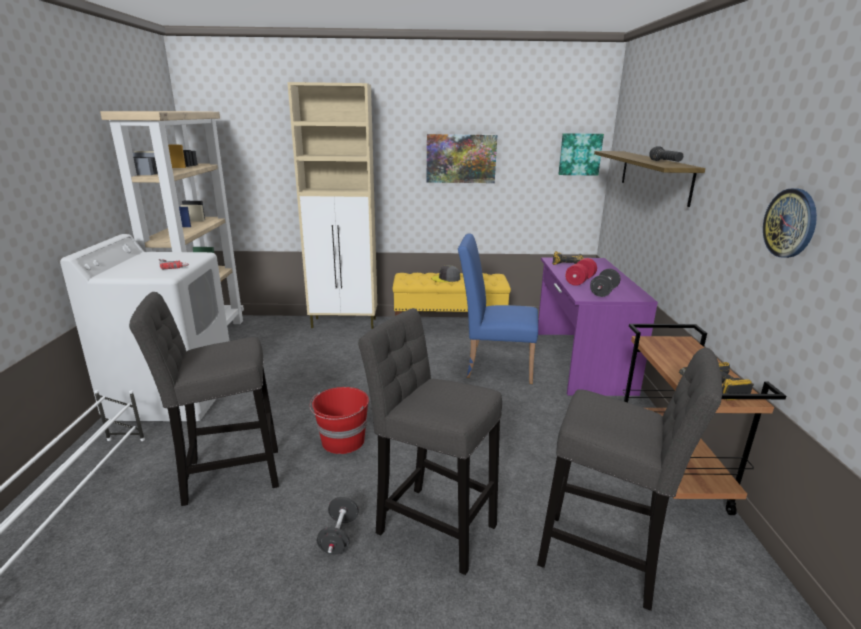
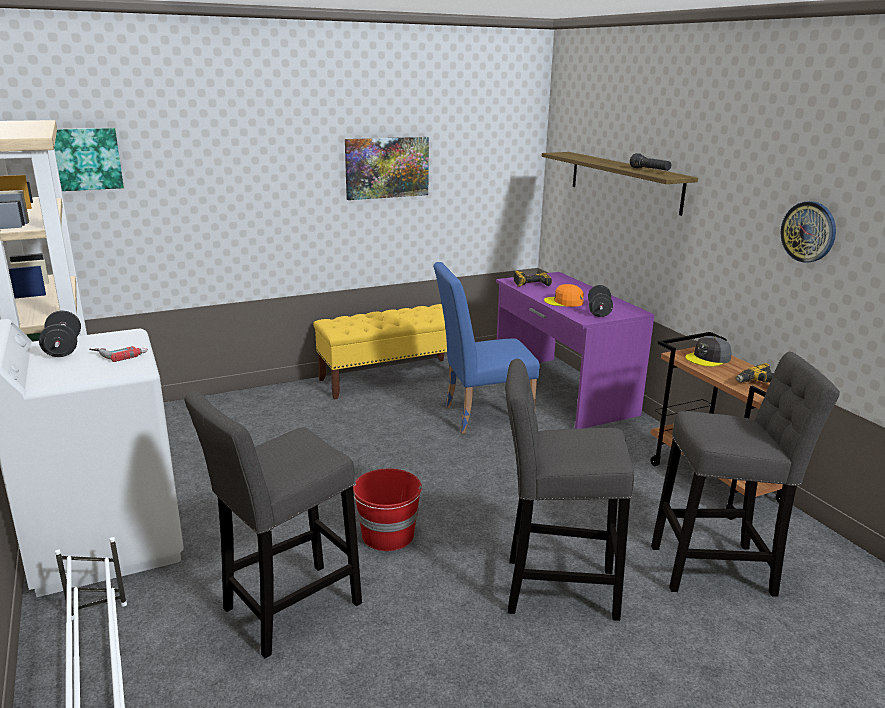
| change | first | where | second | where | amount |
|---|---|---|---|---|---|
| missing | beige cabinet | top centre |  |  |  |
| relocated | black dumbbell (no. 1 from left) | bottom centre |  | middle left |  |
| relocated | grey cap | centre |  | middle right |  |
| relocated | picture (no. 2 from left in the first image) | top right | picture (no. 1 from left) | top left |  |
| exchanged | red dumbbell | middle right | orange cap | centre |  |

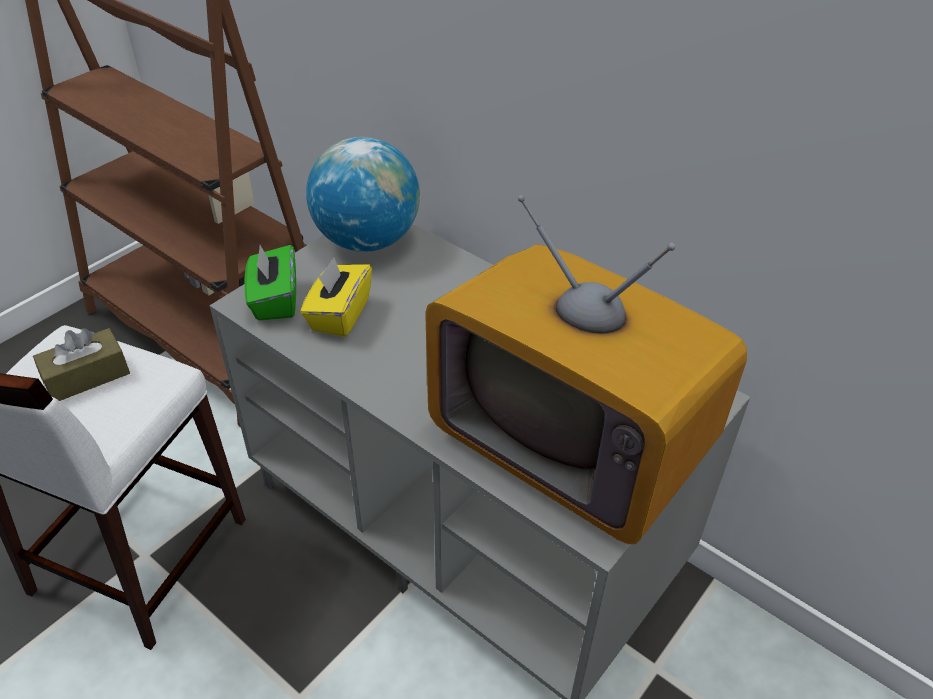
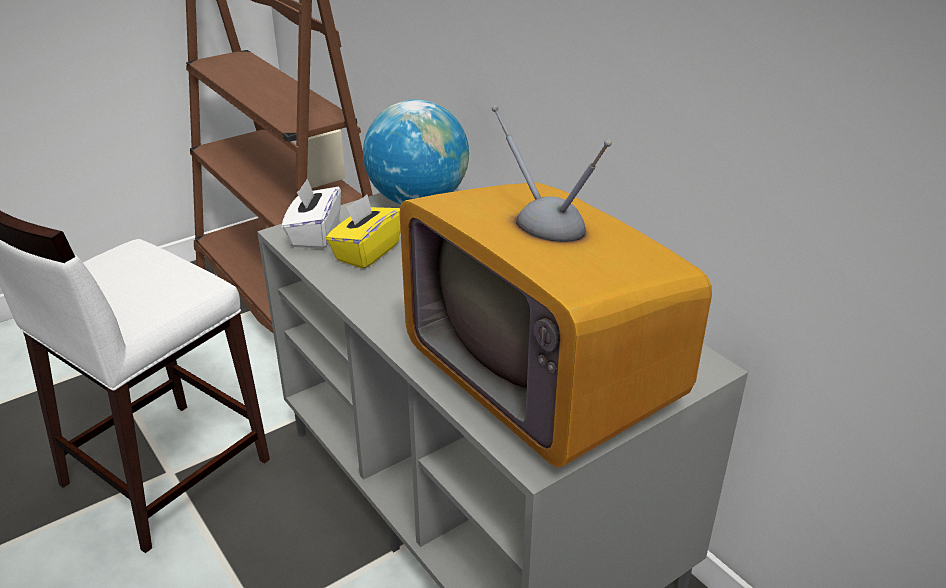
| change | first | where | second | where | amount |
|---|---|---|---|---|---|
| missing | brown tissue box | middle left |  |  |  |
| colour | green tissue box | middle left | white tissue box | middle left |  |

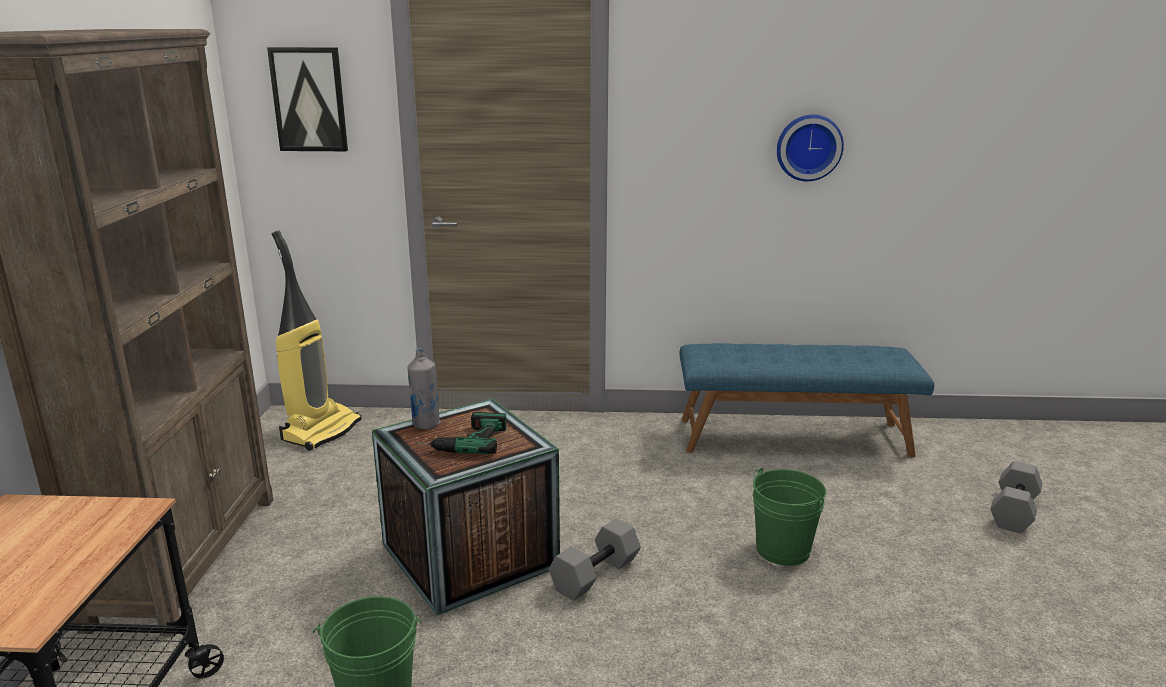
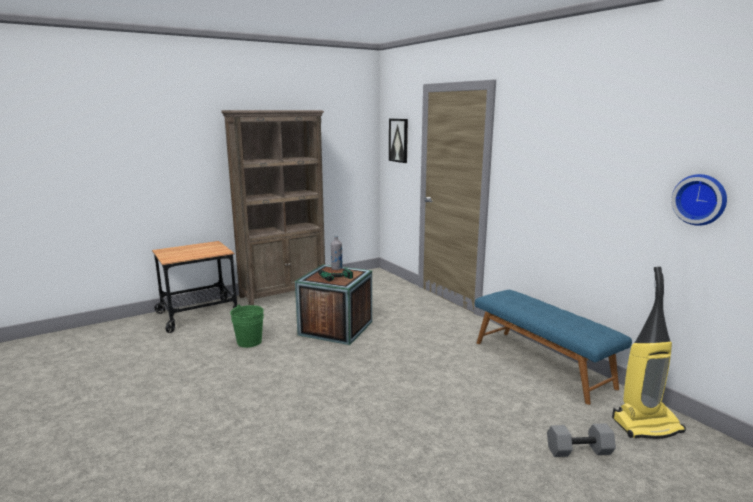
| change | first | where | second | where | amount |
|---|---|---|---|---|---|
| missing | grey dumbbell (no. 1 from left) | bottom centre |  |  |  |
| missing | green bucket (no. 2 from left) | bottom right |  |  |  |
| relocated | vacuum cleaner | middle left |  | bottom right |  |
| relocated | wall clock | top right |  | middle right |  |

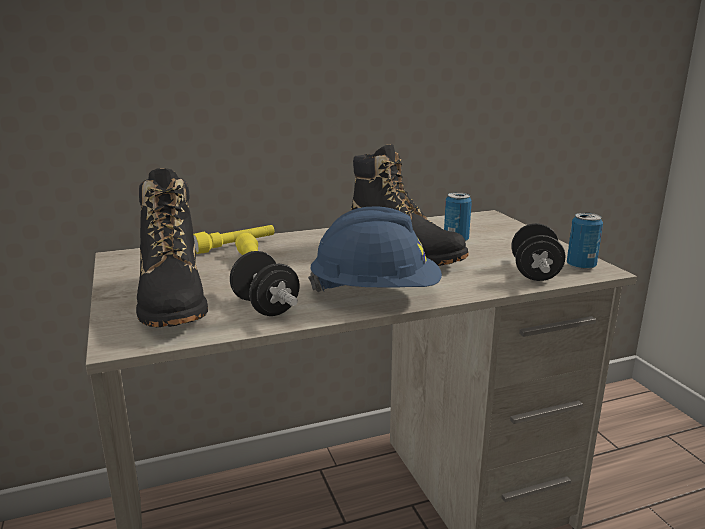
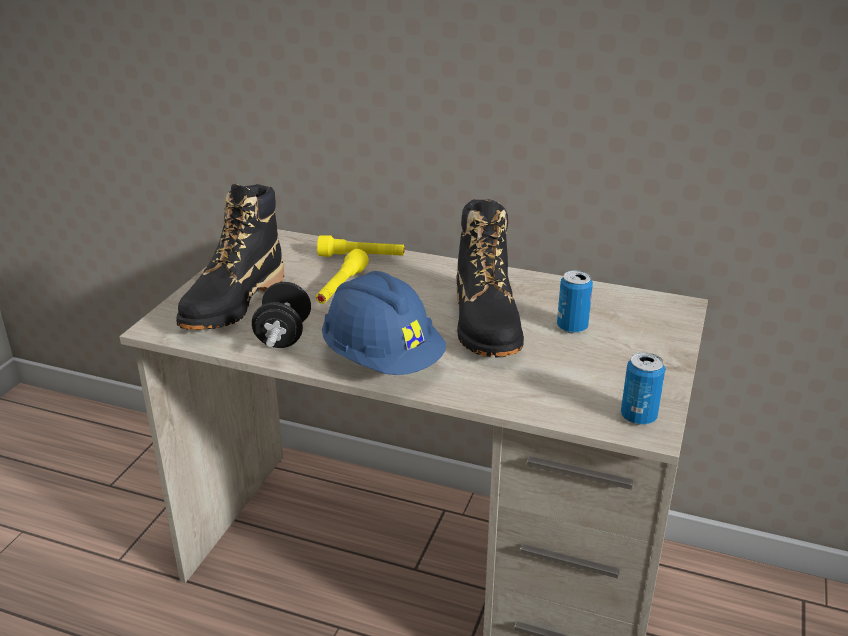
| change | first | where | second | where | amount |
|---|---|---|---|---|---|
| missing | black dumbbell (no. 2 from left) | middle right |  |  |  |

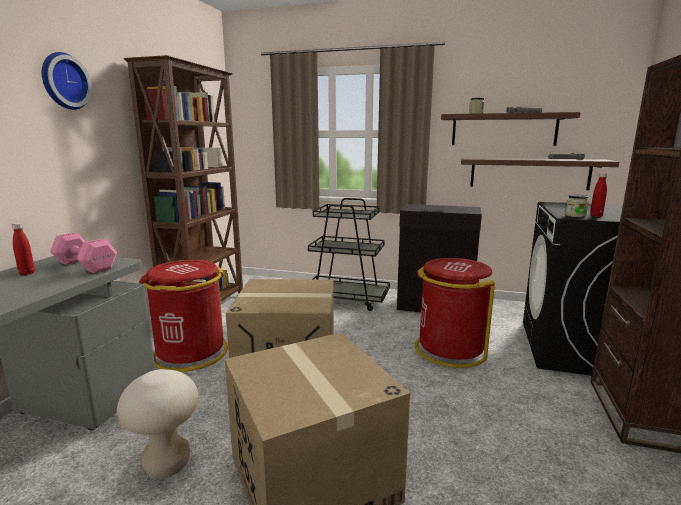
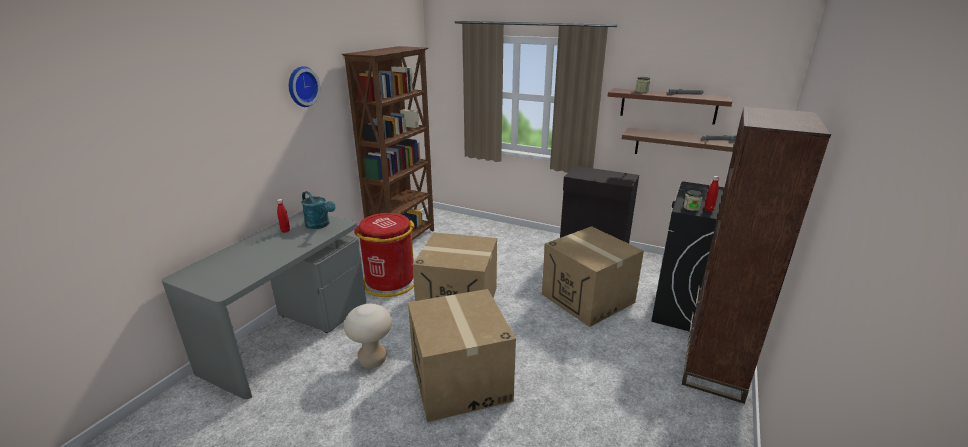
| change | first | where | second | where | amount |
|---|---|---|---|---|---|
| missing | black cart | centre |  |  |  |
| exchanged | pink dumbbell | middle left | turquoise watering can | middle left |  |
| exchanged | red trash can (no. 2 from left) | middle right | cardboard box (no. 3 from left) | centre |  |

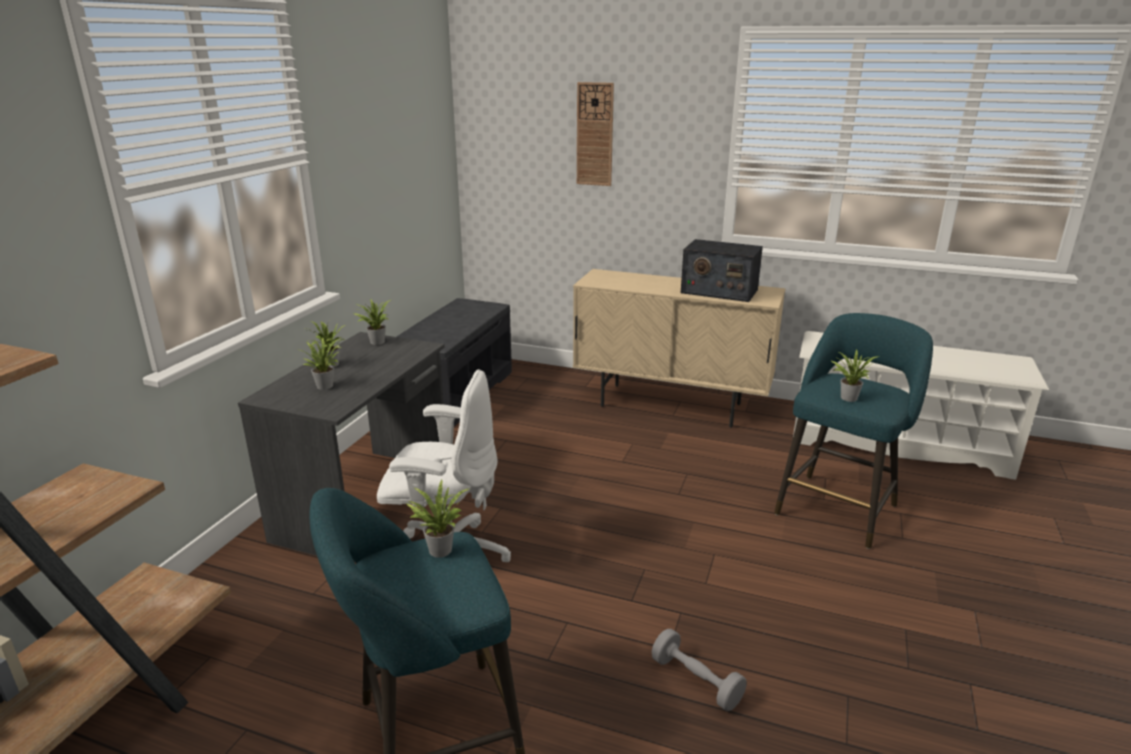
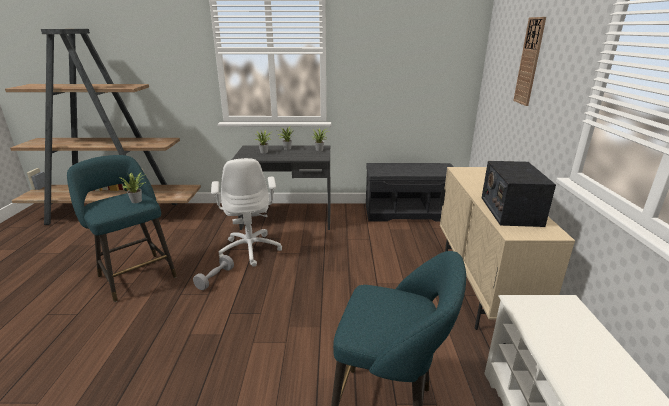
| change | first | where | second | where | amount |
|---|---|---|---|---|---|
| missing | potted plant (no. 5 from left) | middle right |  |  |  |
| relocated | grey dumbbell | bottom centre |  | bottom left |  |

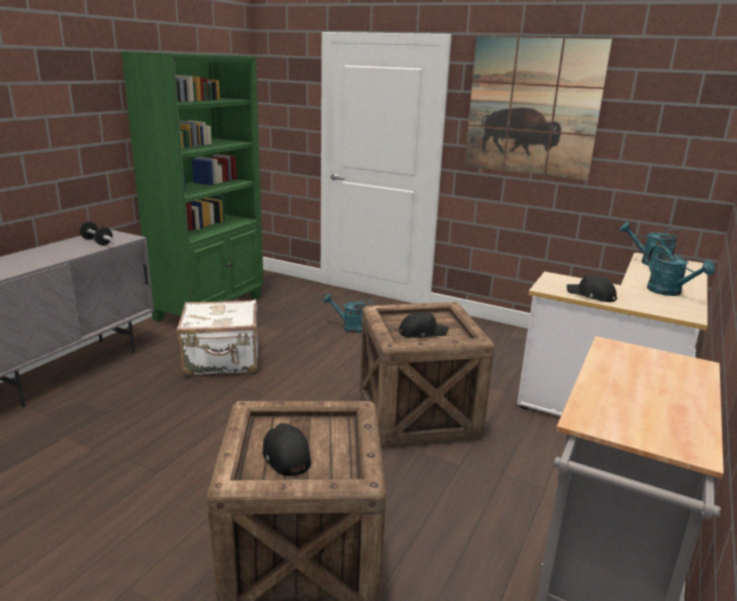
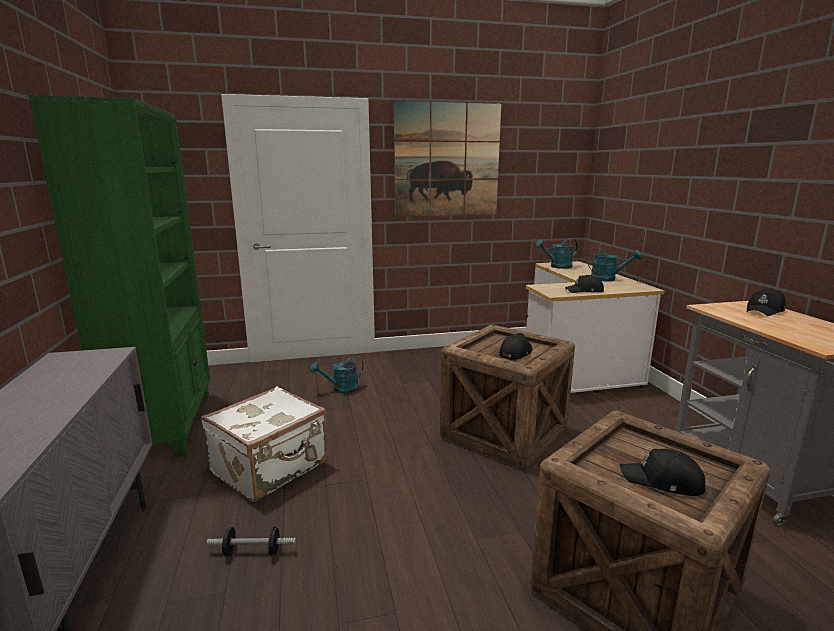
| change | first | where | second | where | amount |
|---|---|---|---|---|---|
| appeared |  |  | black cap (no. 4 from left) | middle right |  |
| relocated | dumbbell | middle left |  | bottom left |  |

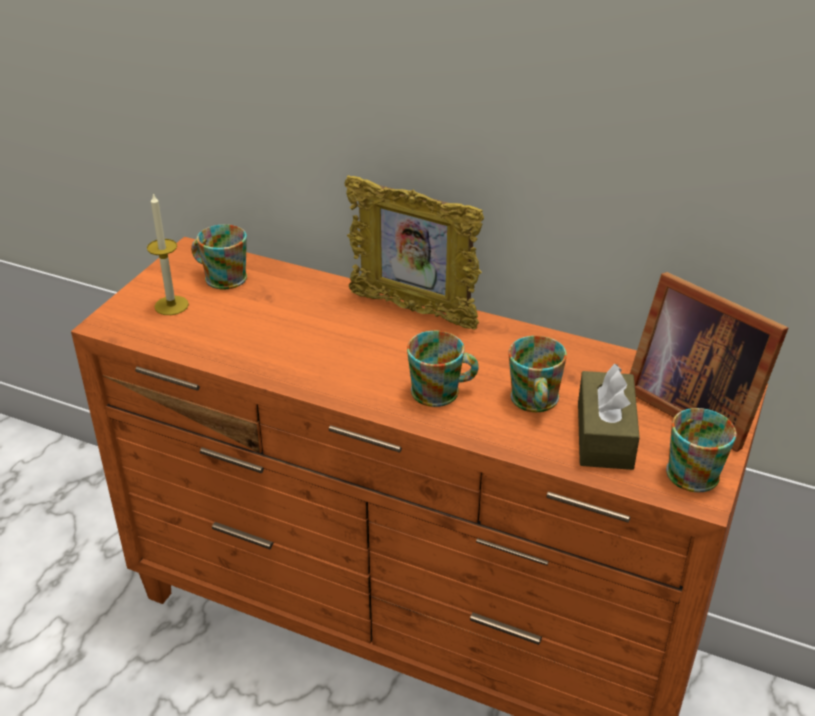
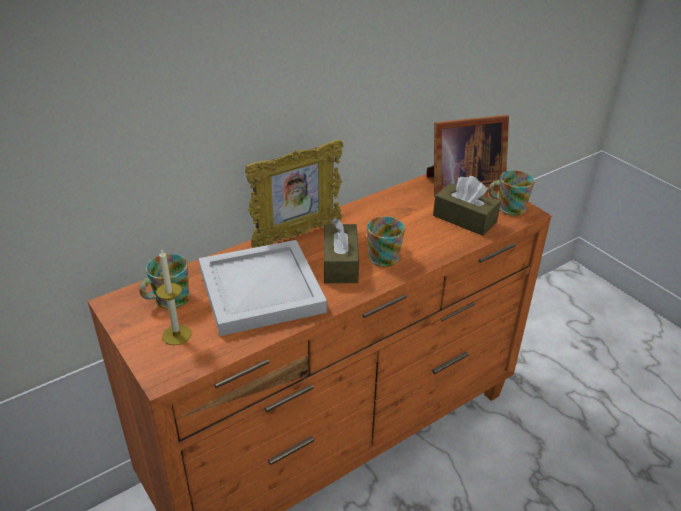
| change | first | where | second | where | amount |
|---|---|---|---|---|---|
| missing | mug (no. 3 from left) | centre |  |  |  |
| appeared |  |  | white tray | centre |  |
| appeared |  |  | brown tissue box (no. 1 from left) | centre |  |

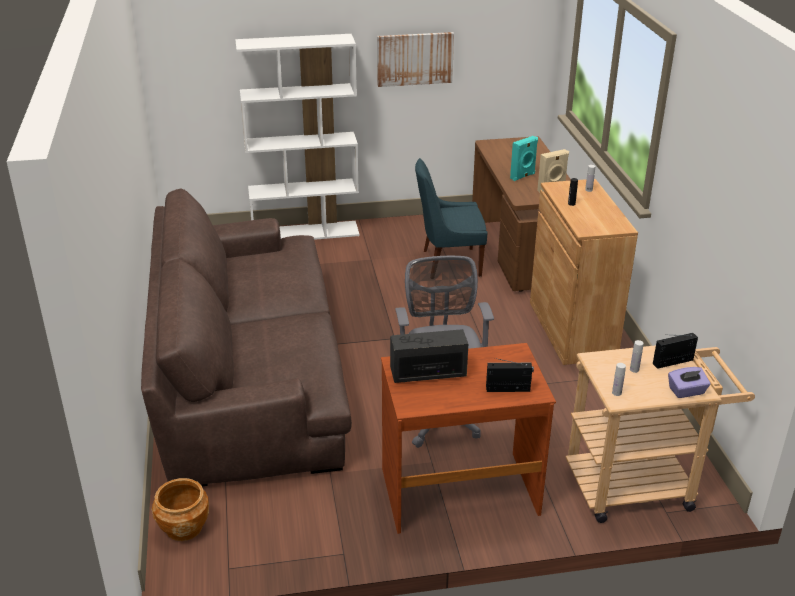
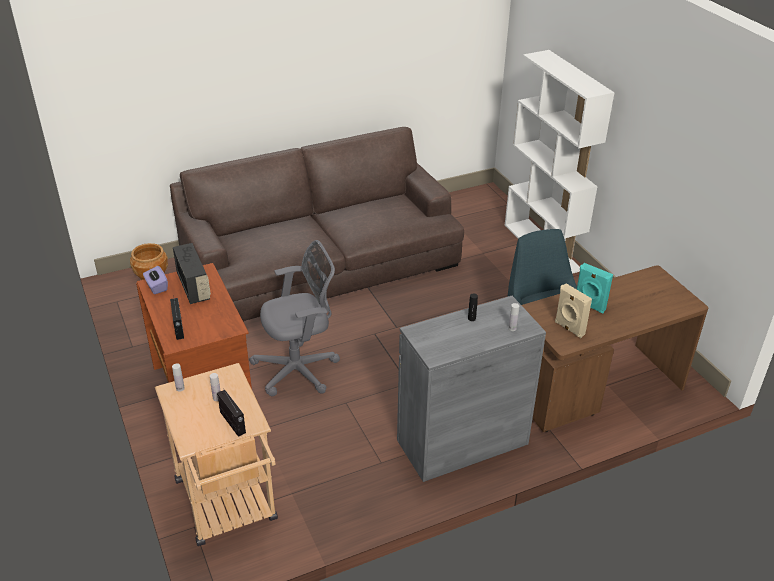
| change | first | where | second | where | amount |
|---|---|---|---|---|---|
| missing | picture | top centre |  |  |  |
| relocated | purple tissue box | middle right |  | middle left |  |
| colour | brown cabinet | middle right | grey cabinet | bottom centre |  |

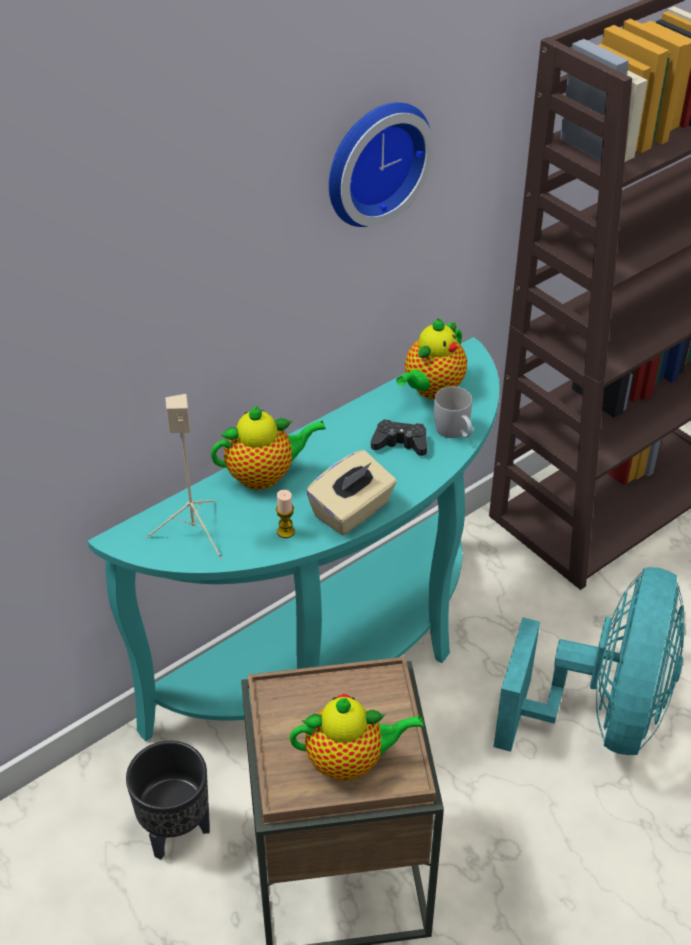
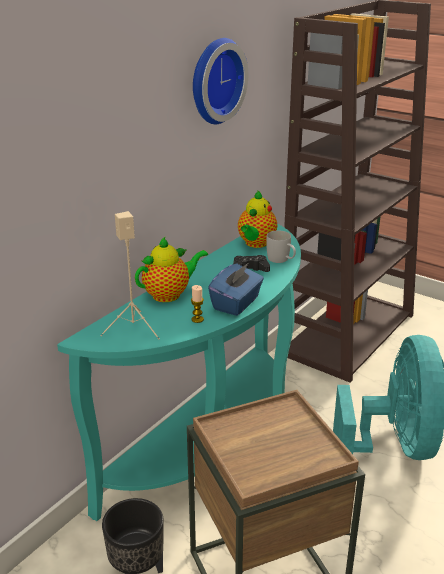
| change | first | where | second | where | amount |
|---|---|---|---|---|---|
| missing | teapot (no. 2 from left) | bottom centre |  |  |  |
| colour | beige tissue box | centre | blue tissue box | centre |  |

